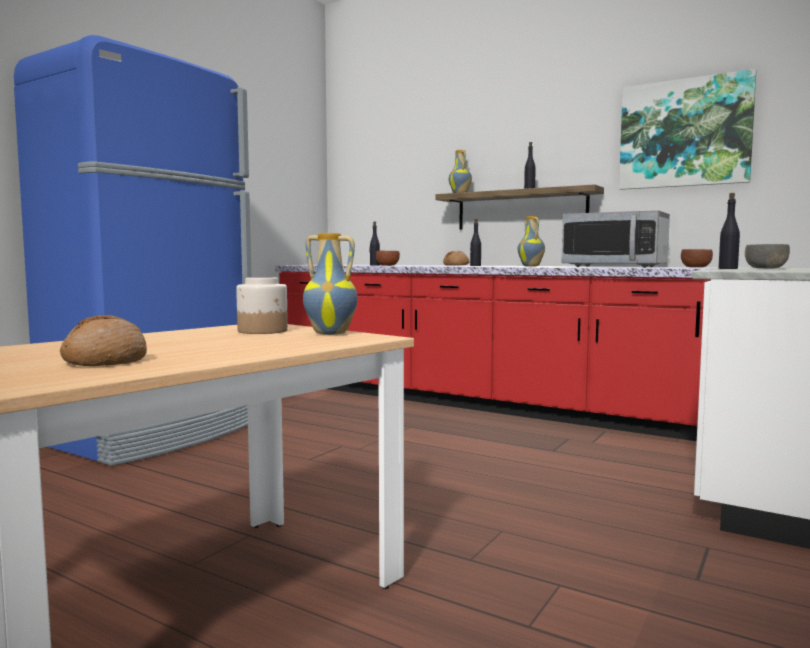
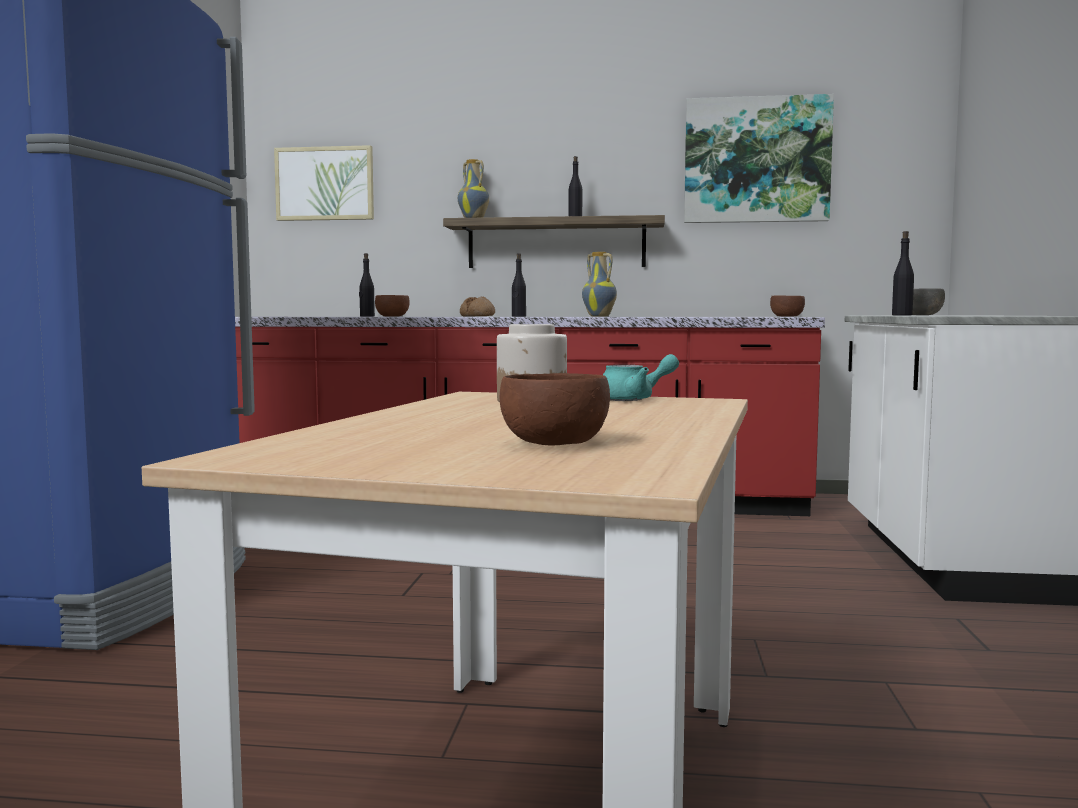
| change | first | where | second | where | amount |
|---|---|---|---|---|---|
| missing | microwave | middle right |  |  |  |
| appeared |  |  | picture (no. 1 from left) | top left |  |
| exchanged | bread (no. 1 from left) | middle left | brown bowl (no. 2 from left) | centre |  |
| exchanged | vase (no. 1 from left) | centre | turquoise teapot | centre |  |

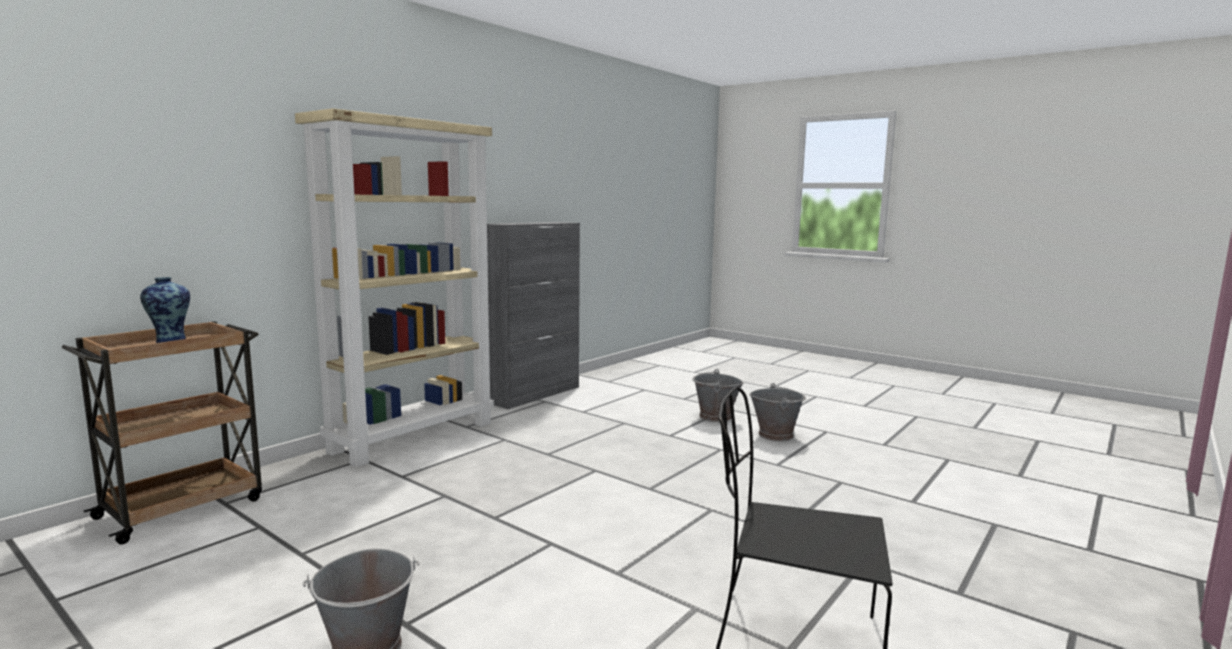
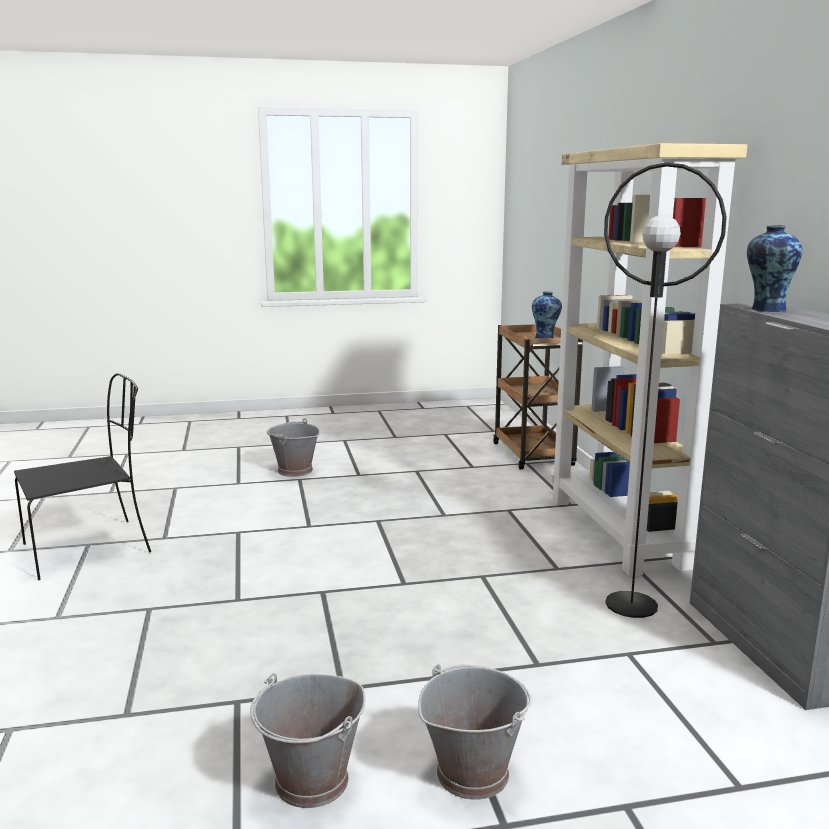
| change | first | where | second | where | amount |
|---|---|---|---|---|---|
| appeared |  |  | black floor lamp | middle right |  |
| appeared |  |  | vase (no. 2 from left) | top right |  |

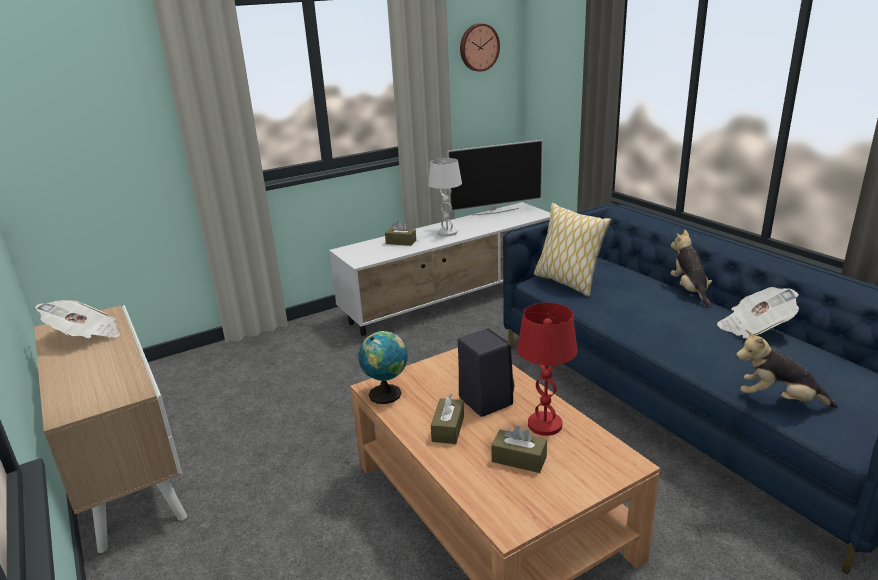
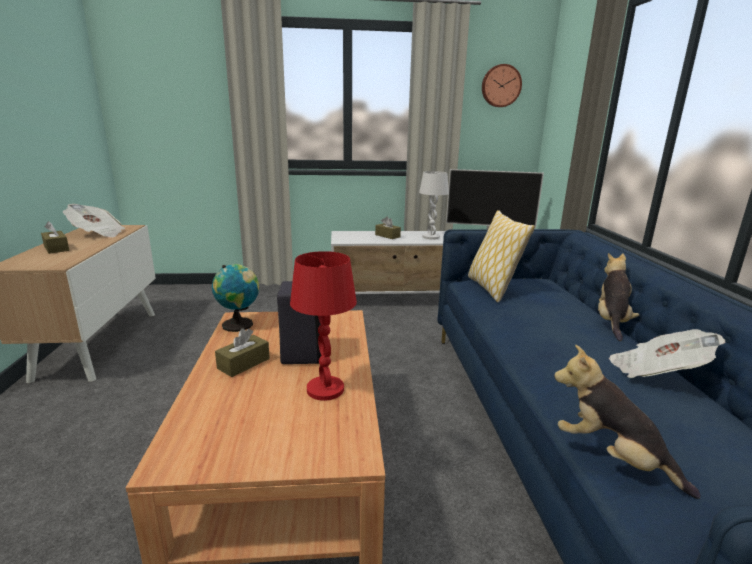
| change | first | where | second | where | amount |
|---|---|---|---|---|---|
| relocated | brown tissue box (no. 3 from left in the first image) | bottom centre | brown tissue box (no. 1 from left) | middle left |  |

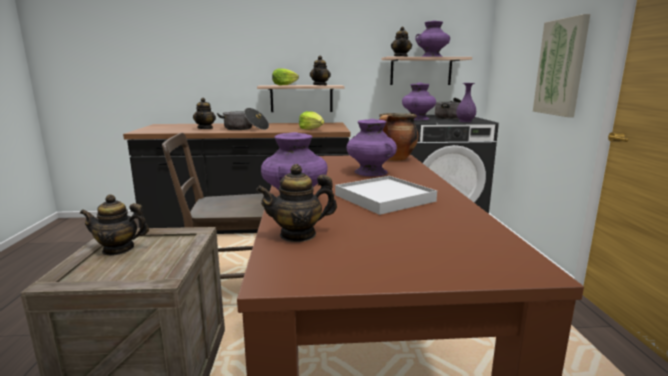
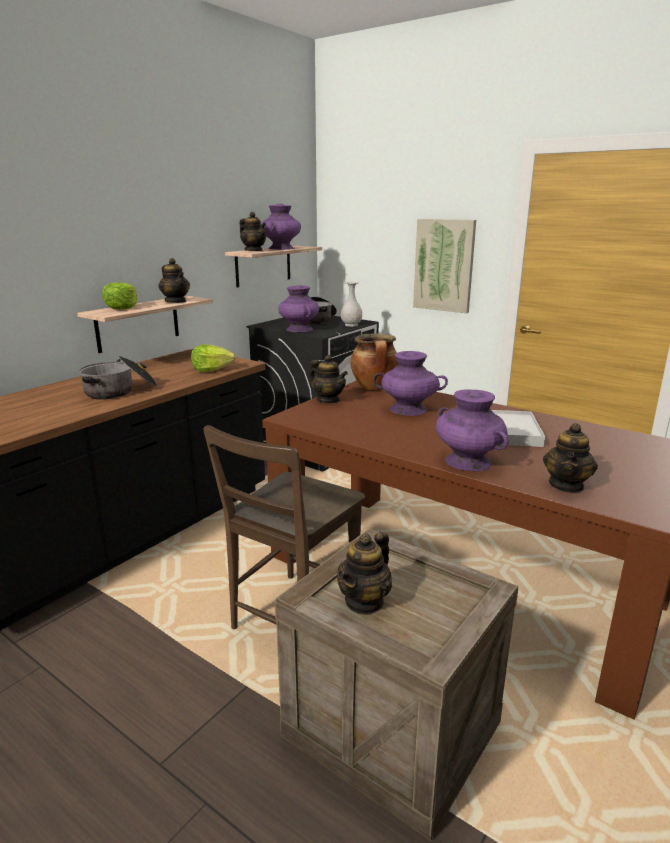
| change | first | where | second | where | amount |
|---|---|---|---|---|---|
| relocated | teapot (no. 2 from left in the first image) | top left | teapot (no. 3 from left) | centre |  |
| colour | purple vase (no. 5 from left) | top right | white vase | centre |  |

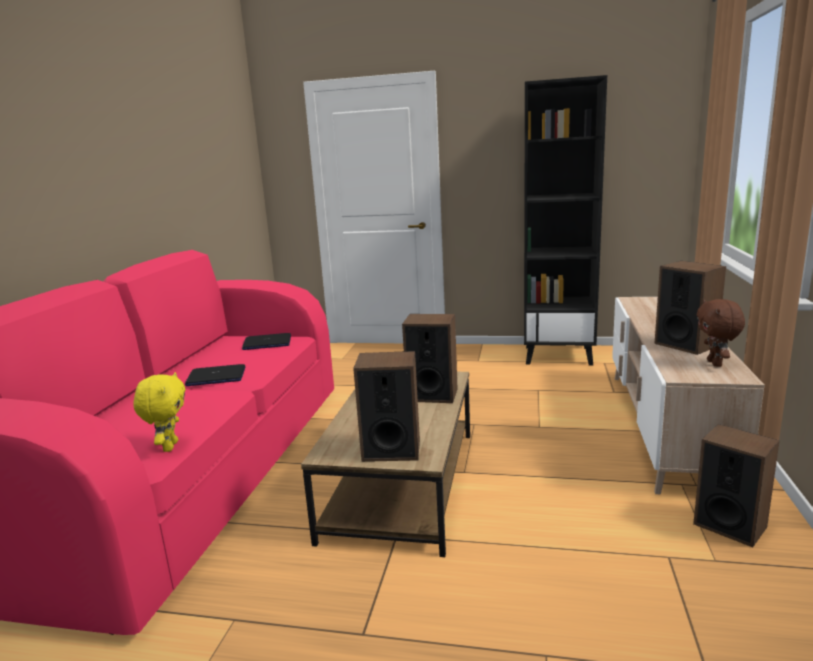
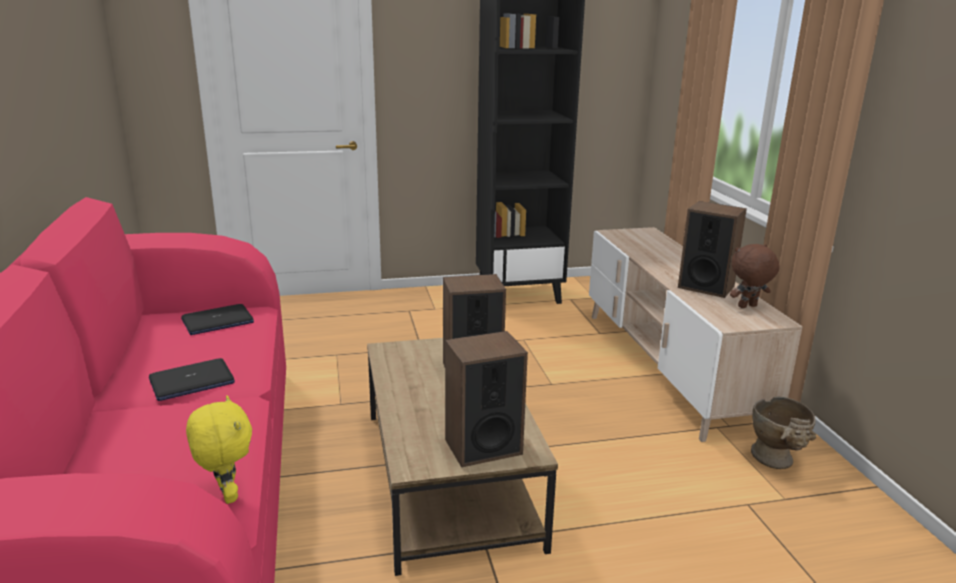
| change | first | where | second | where | amount |
|---|---|---|---|---|---|
| exchanged | speaker (no. 4 from left) | bottom right | beige vase | bottom right |  |
| spun | brown plush toy | middle right |  | middle right | 90 degrees clockwise |

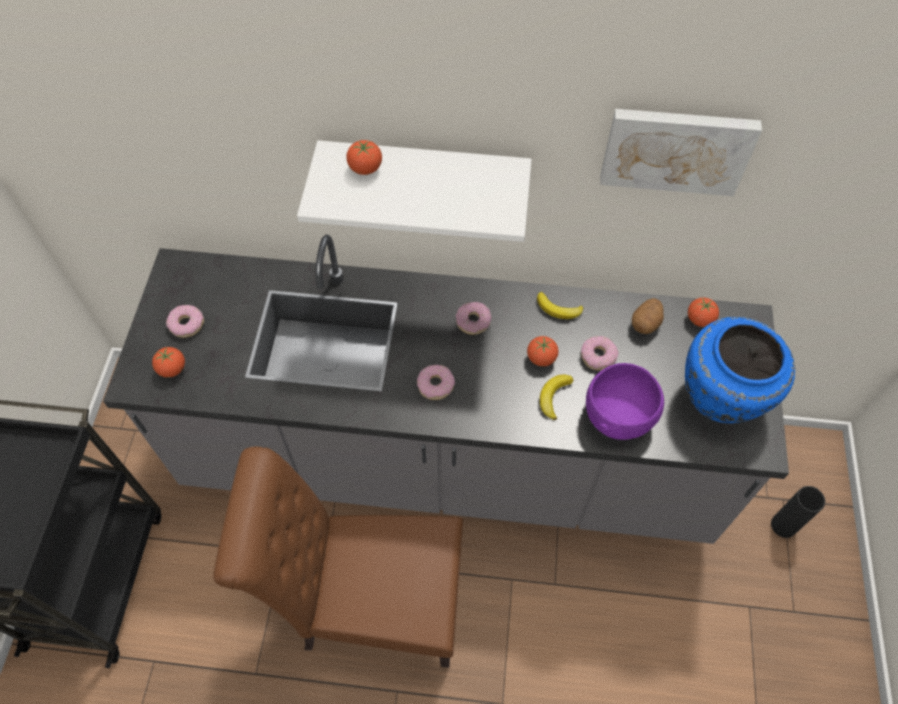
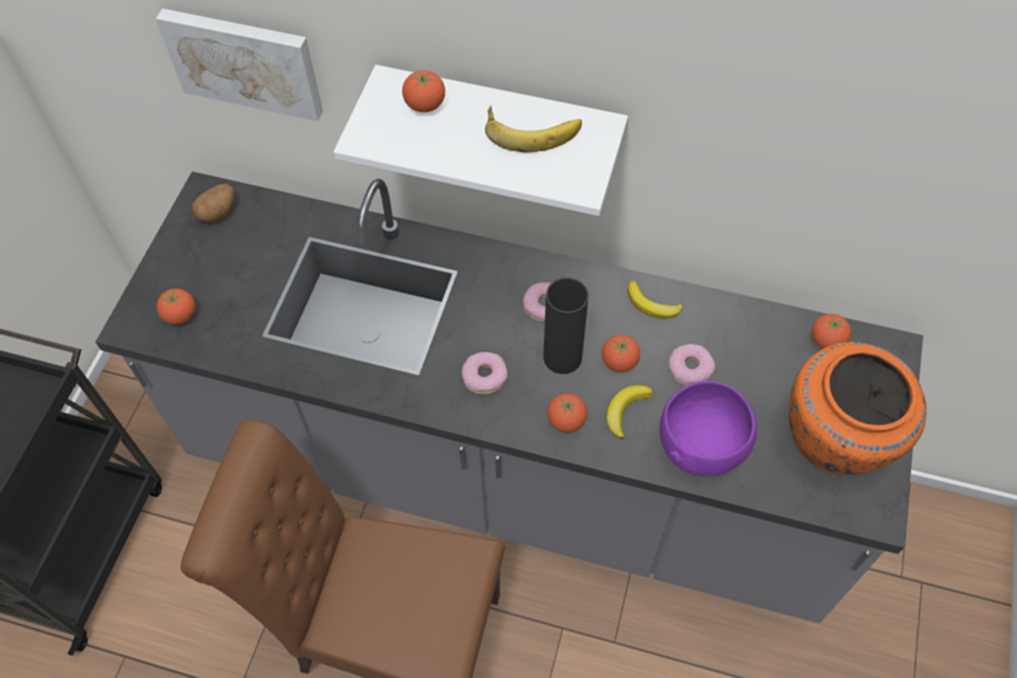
| change | first | where | second | where | amount |
|---|---|---|---|---|---|
| missing | donut (no. 1 from left) | middle left |  |  |  |
| appeared |  |  | banana (no. 1 from left) | top centre |  |
| appeared |  |  | tomato (no. 3 from left) | centre |  |
| relocated | picture | top right |  | top left |  |
| relocated | potato | middle right |  | top left |  |
| relocated | black vase | bottom right |  | centre |  |
| colour | blue vase | middle right | orange vase | middle right |  |

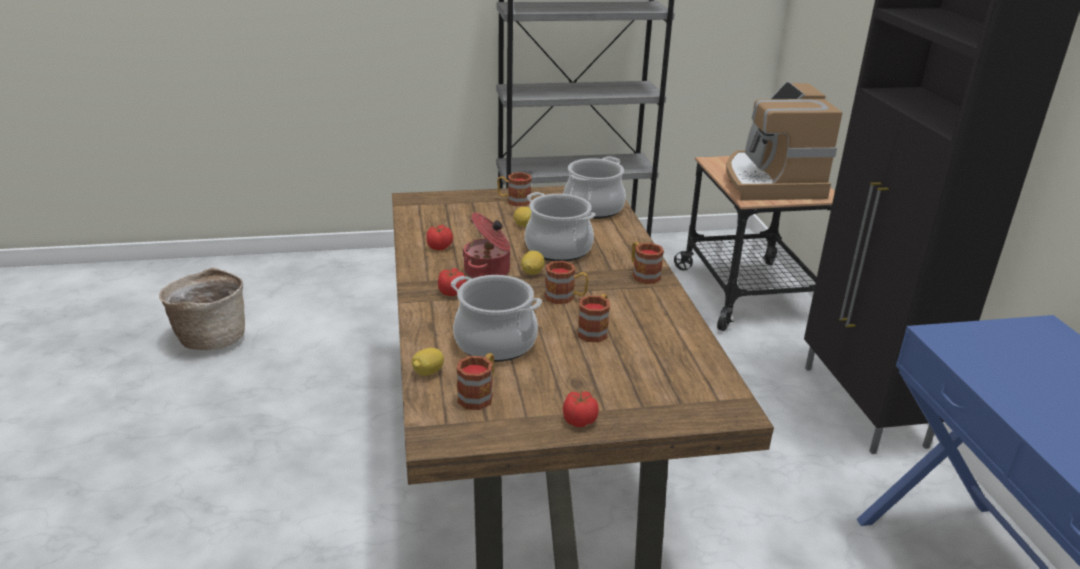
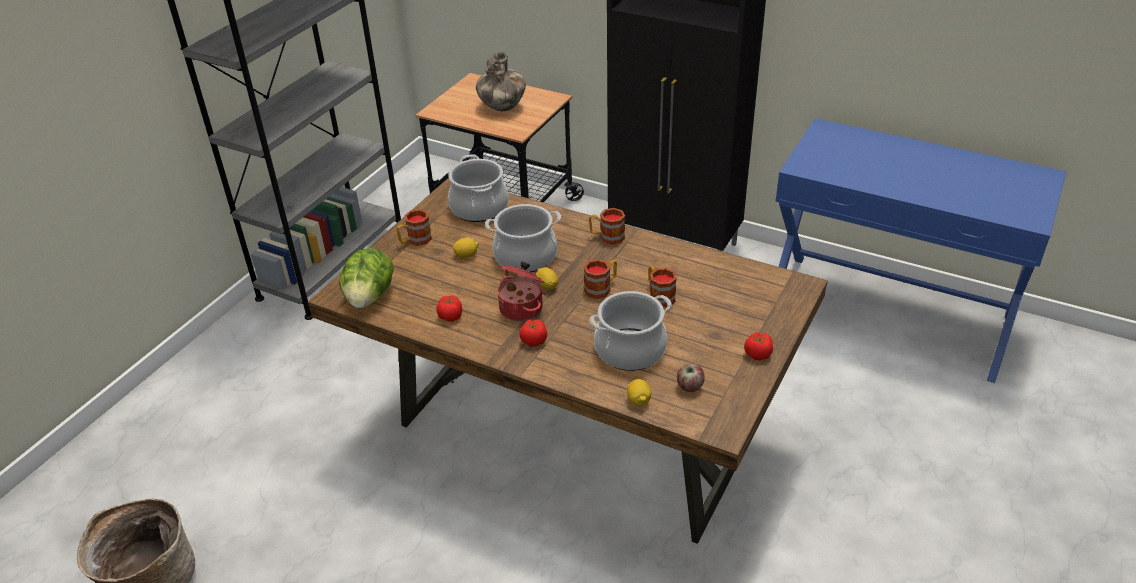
| change | first | where | second | where | amount |
|---|---|---|---|---|---|
| appeared |  |  | lettuce | middle left |  |
| exchanged | mug (no. 1 from left) | bottom centre | apple | centre |  |
| exchanged | coffee machine | top right | vase | top centre |  |

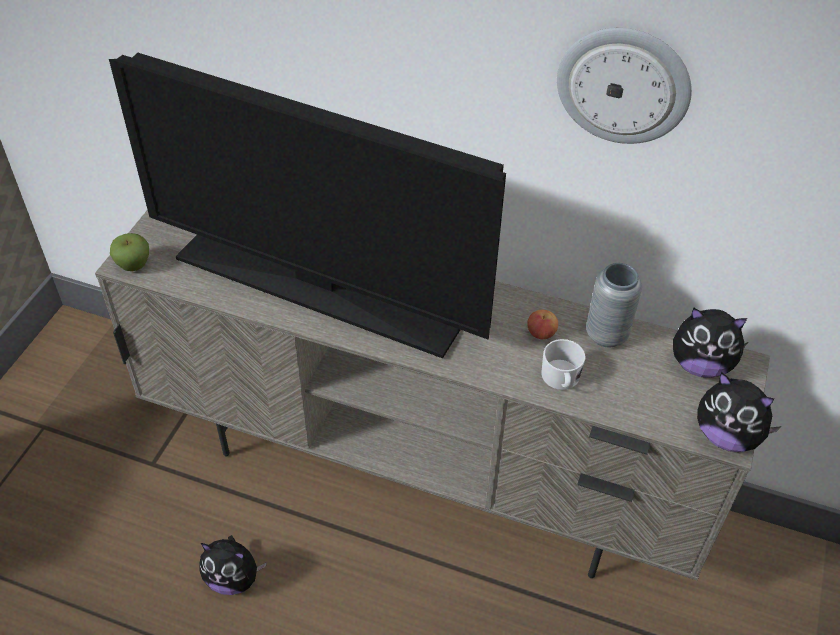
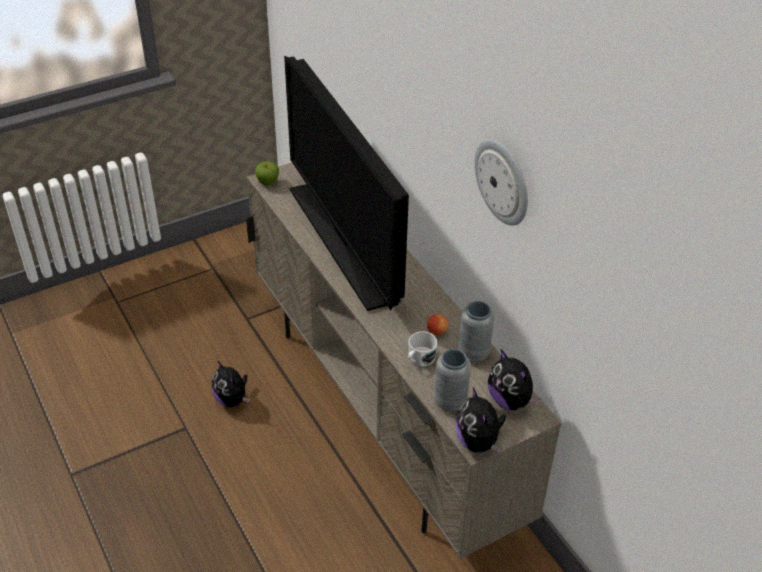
| change | first | where | second | where | amount |
|---|---|---|---|---|---|
| appeared |  |  | grey vase (no. 1 from left) | centre |  |

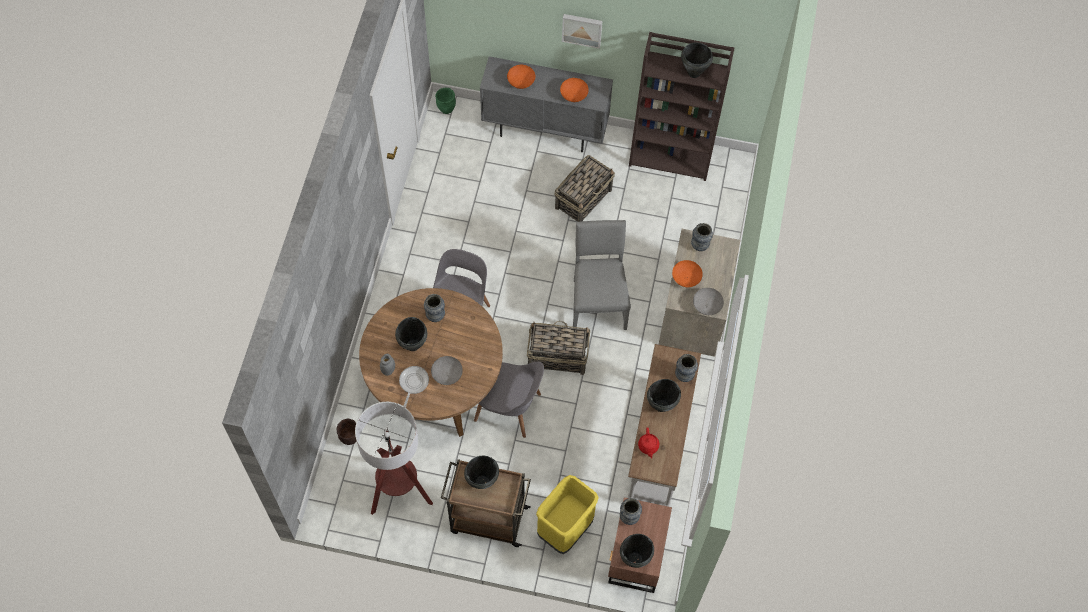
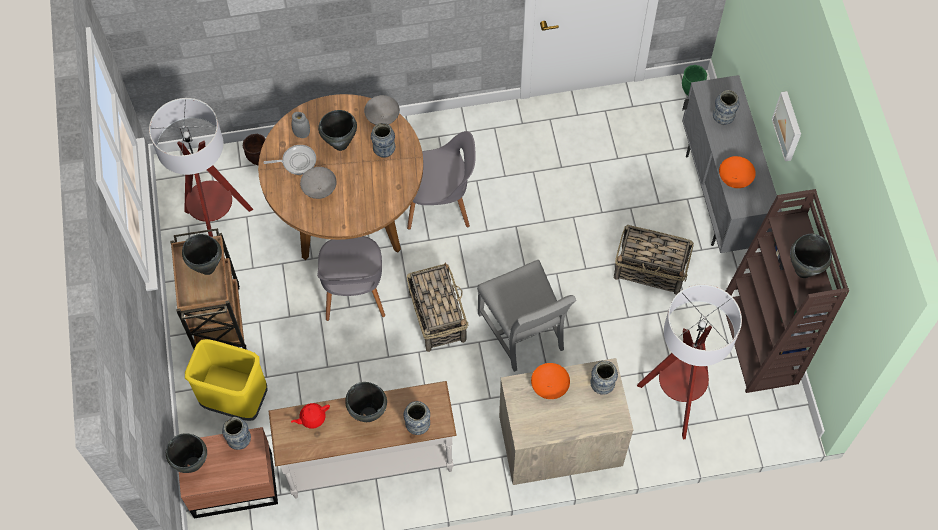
| change | first | where | second | where | amount |
|---|---|---|---|---|---|
| appeared |  |  | floor lamp (no. 2 from left) | bottom right |  |
| relocated | grey bowl (no. 2 from left) | centre |  | top centre |  |
| exchanged | orange bowl (no. 1 from left) | top centre | vase (no. 5 from left) | top right |  |
| spun | grey chair (no. 3 from left) | centre |  | centre | 90 degrees clockwise |

